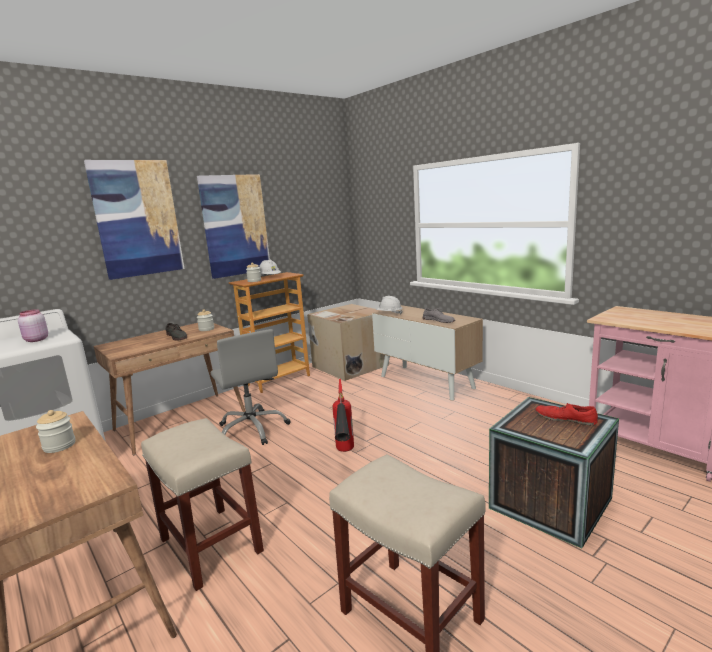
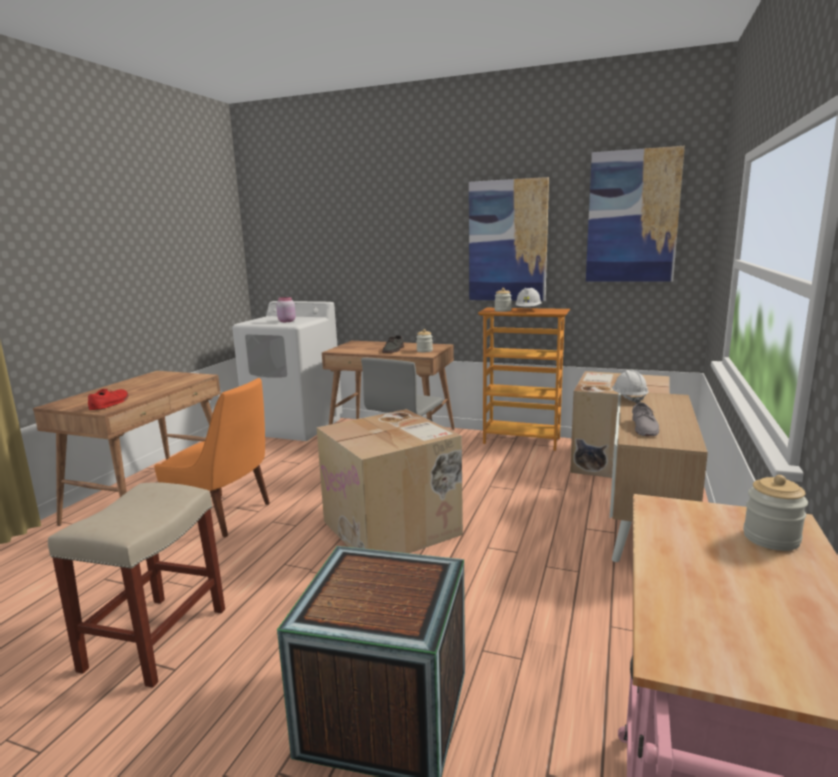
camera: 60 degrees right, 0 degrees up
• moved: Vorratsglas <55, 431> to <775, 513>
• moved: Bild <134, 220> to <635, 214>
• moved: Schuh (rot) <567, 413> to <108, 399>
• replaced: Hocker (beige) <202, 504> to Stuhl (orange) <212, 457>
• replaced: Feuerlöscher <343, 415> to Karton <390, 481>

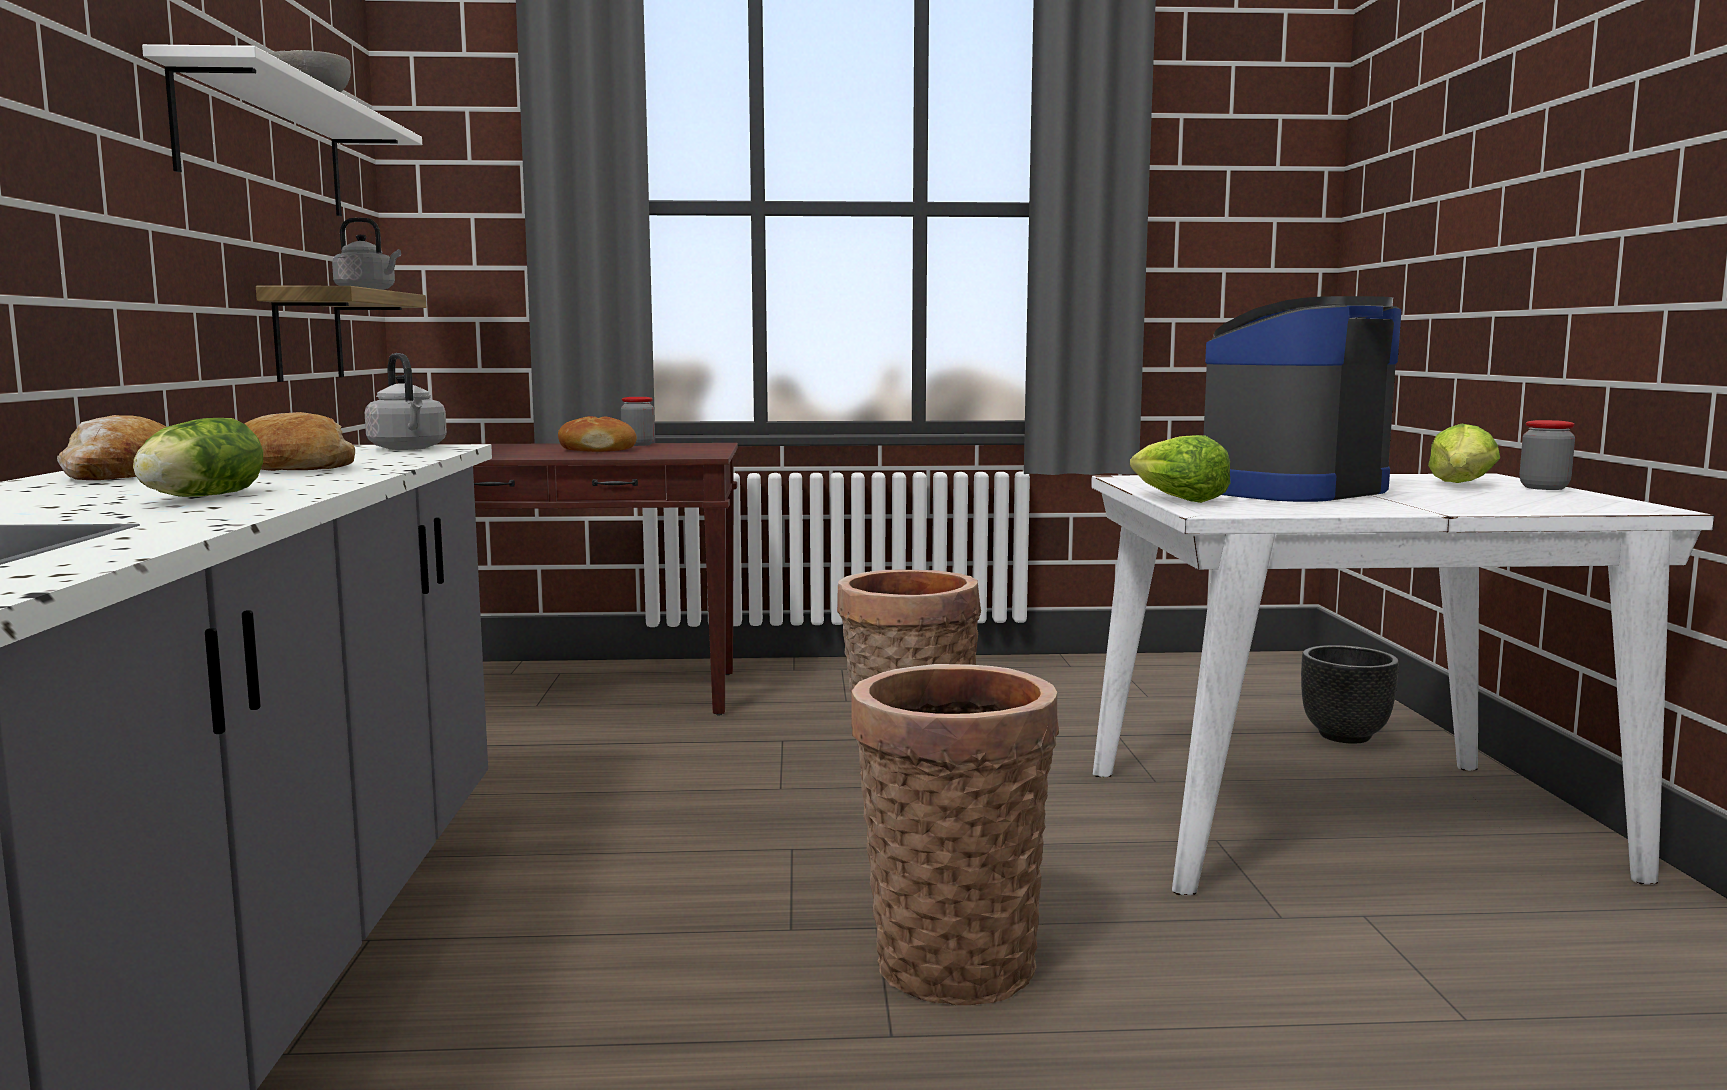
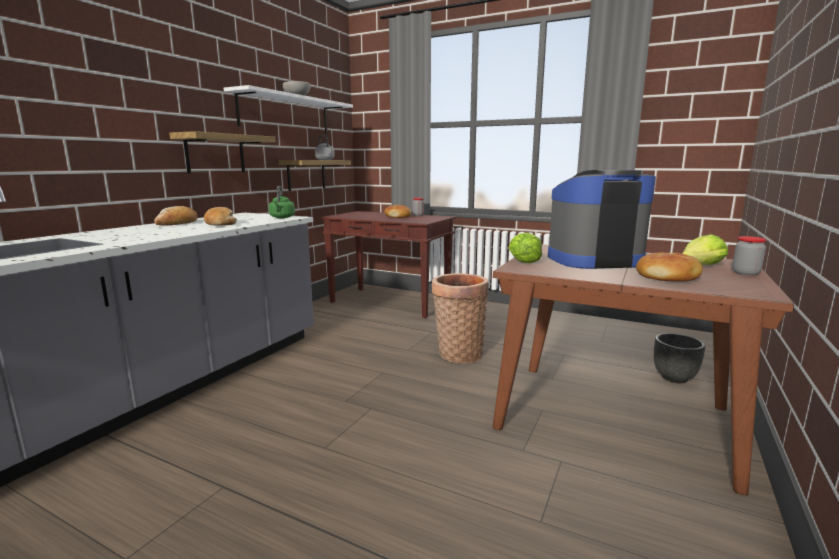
camera: 30 degrees right, 5 degrees up
• removed: Salatkopf <198, 457>
• removed: Korb <955, 834>
• added: Wandregal <222, 152>
• added: Brot <669, 267>
• recoloured: Wasserkessel (grau) <406, 401> to Wasserkessel (grün) <282, 202>
• recoloured: Esstisch (weiß) <1402, 684> to Esstisch (braun) <643, 369>

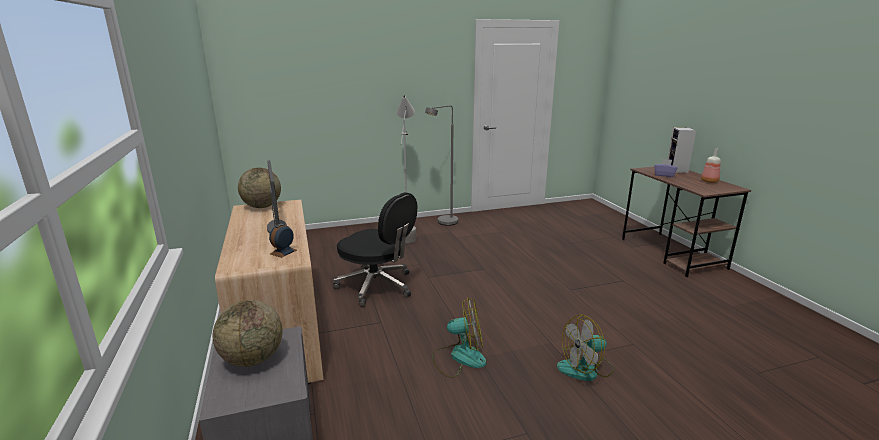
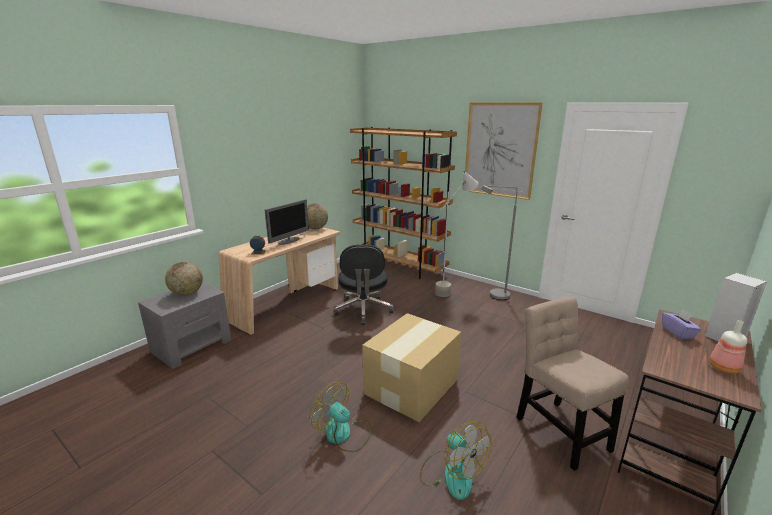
camera: 55 degrees right, 0 degrees up
• added: Bücherregal (braun) <403, 203>
• added: Karton <411, 367>
• added: Bild <504, 151>
• added: Stuhl (beige) <572, 384>
• moved: Ventilator <459, 337> to <455, 460>

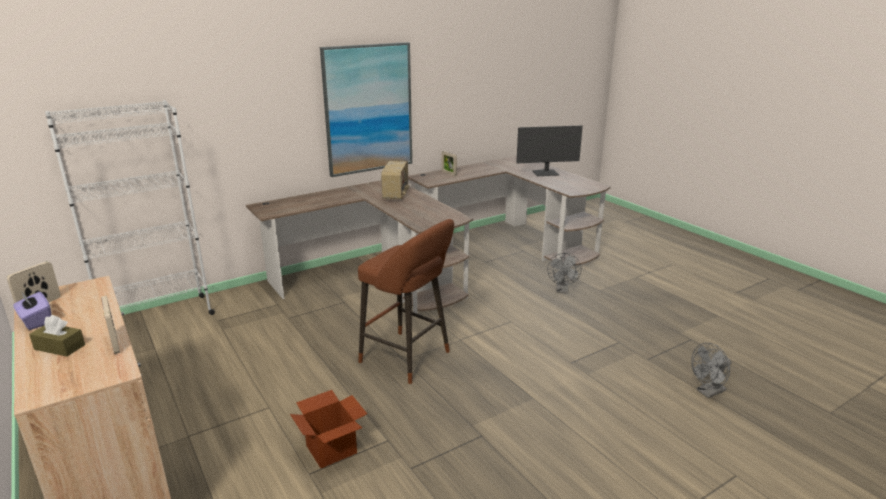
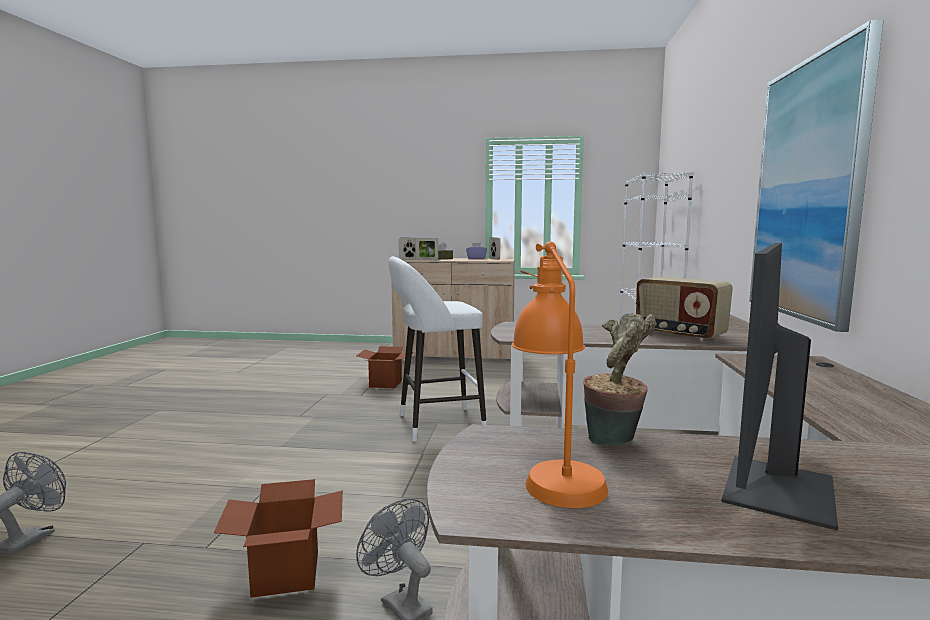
camera: 130 degrees right, 15 degrees down
• added: Karton <278, 538>
• added: Tischlampe (orange) <560, 375>
• added: Topfpflanze <619, 379>
• moved: Bilderrahmen <449, 163> to <407, 249>
• recoloured: Hocker (braun) <406, 301> to Hocker (weiß) <438, 349>

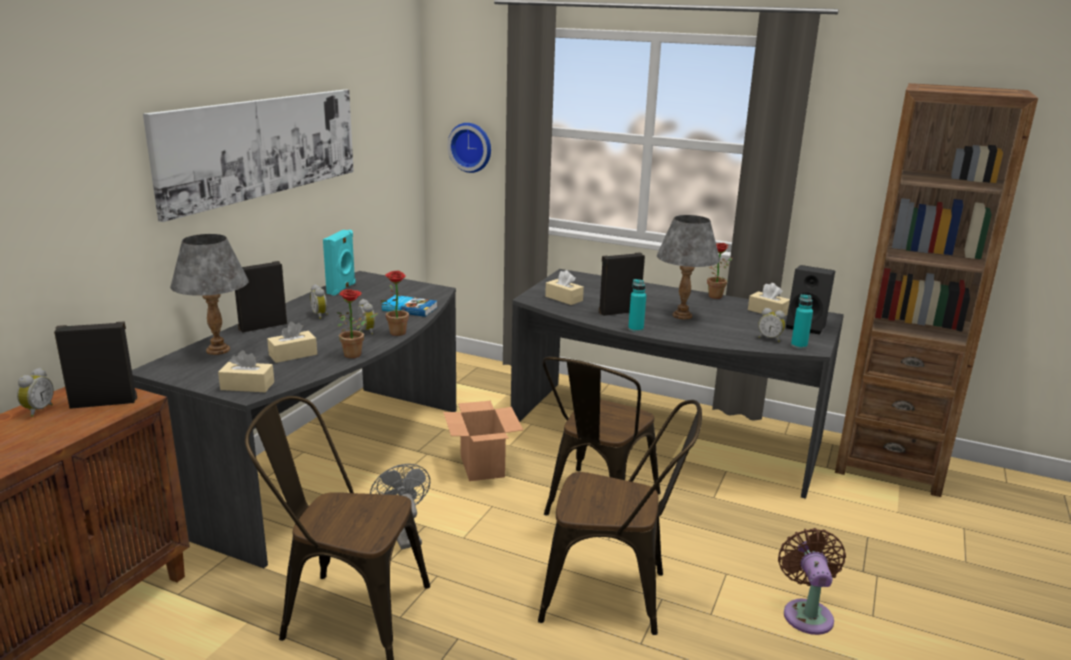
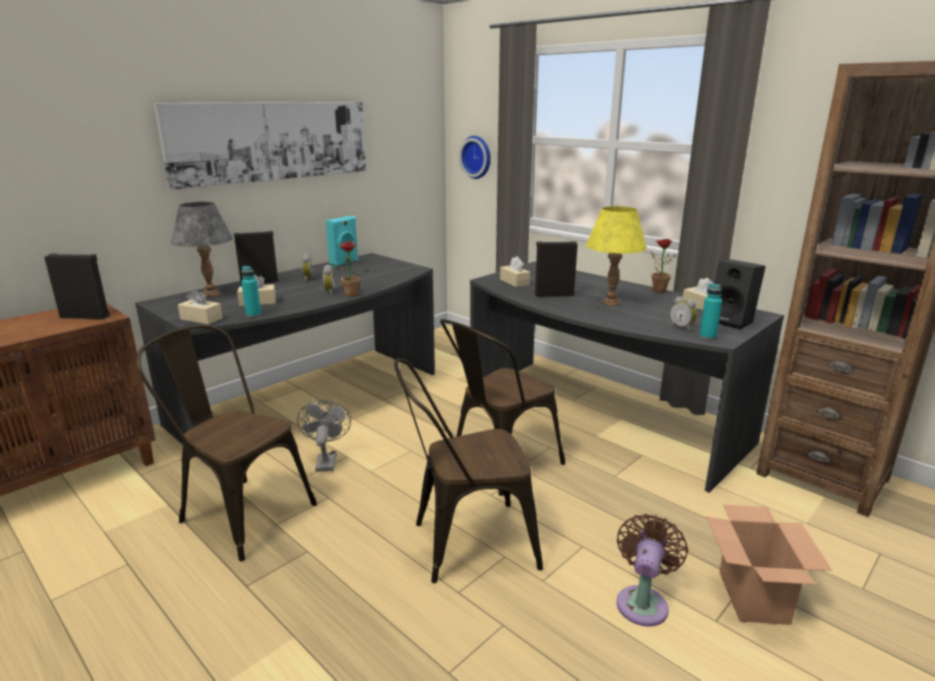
camera: 20 degrees right, 0 degrees up
• removed: Wecker <35, 392>
• removed: Topfpflanze <358, 323>
• removed: Buch <409, 306>
• moved: Karton <483, 441> to <769, 565>
• moved: Flasche (türkis) <637, 305> to <251, 291>
• recoloured: Tischlampe (grau) <688, 267> to Tischlampe (gelb) <616, 256>
• turned: Stuhl (braun) <620, 517> = <468, 470> 135 degrees clockwise

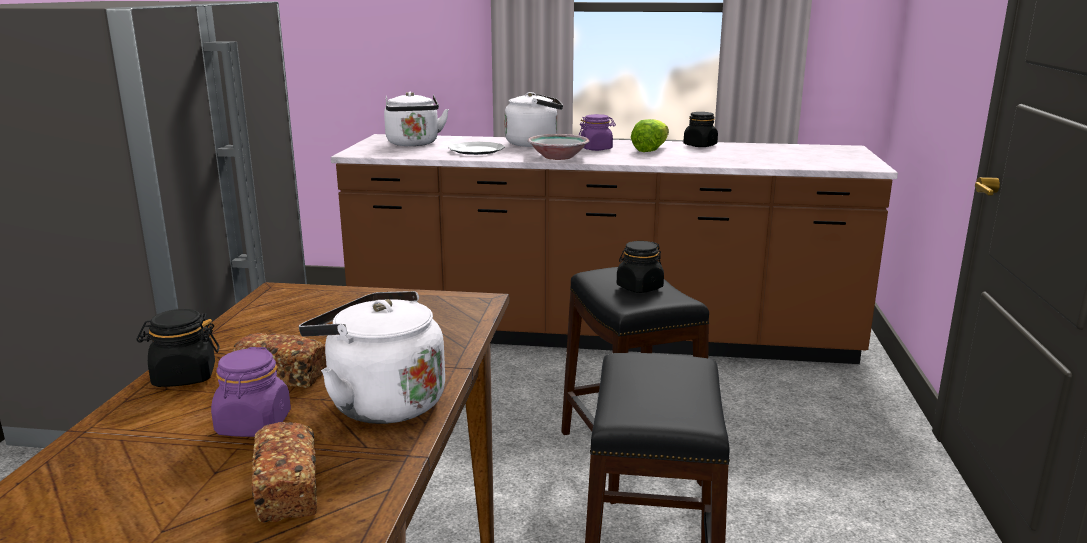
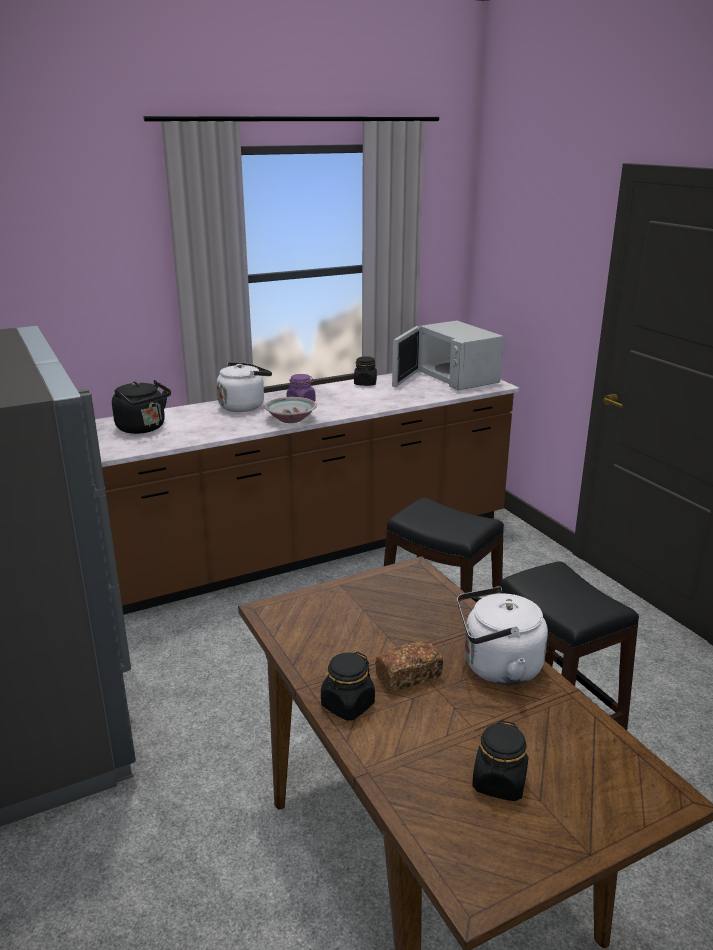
camera: 35 degrees left, 5 degrees up
• removed: Vorratsglas (lila) <251, 392>
• removed: Brot <284, 472>
• removed: Teller <476, 148>
• removed: Salatkopf <650, 135>
• added: Mikrowelle (weiß) <448, 355>
• moved: Vorratsglas (schwarz) <640, 267> to <500, 760>
• recoloured: Wasserkessel (weiß) <416, 119> to Wasserkessel (schwarz) <141, 407>

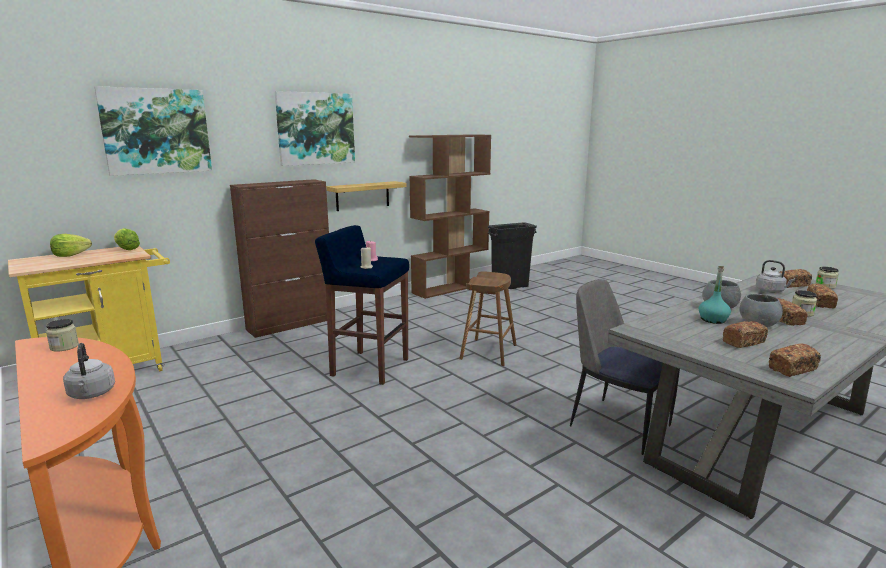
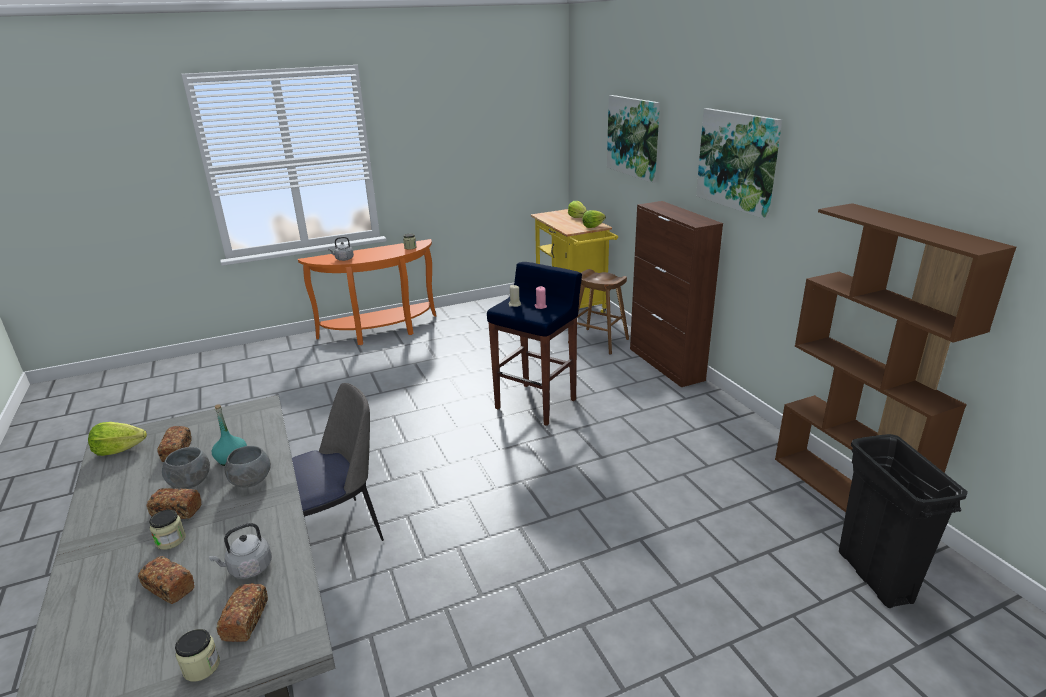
camera: 105 degrees right, 10 degrees up
• removed: Wandregal <367, 196>
• moved: Hocker (braun) <488, 318> to <598, 312>
• replaced: Brot <795, 360> to Salatkopf <117, 439>

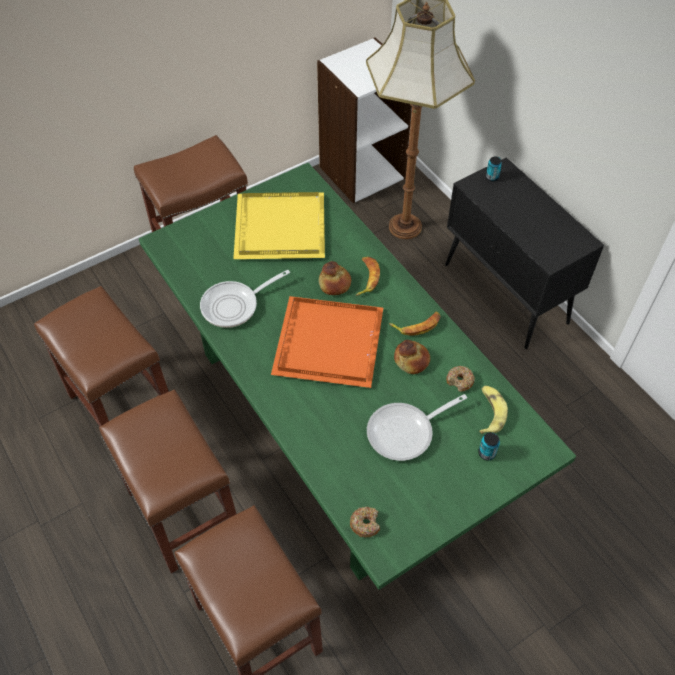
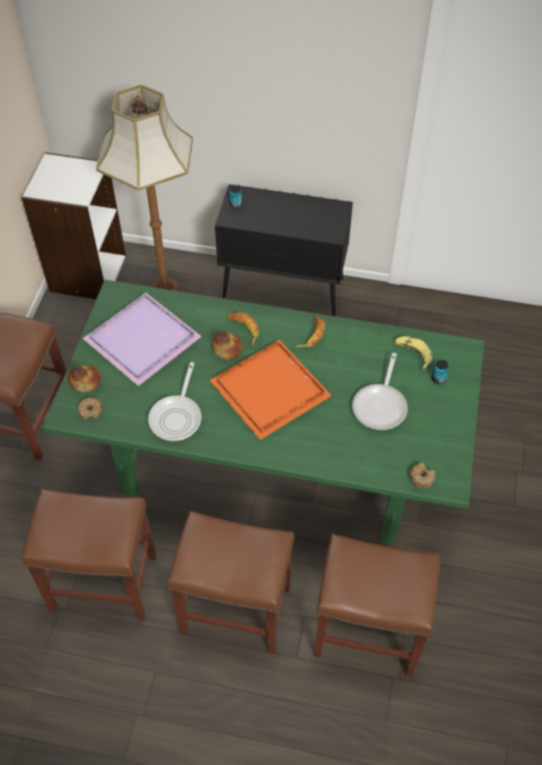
camera: 45 degrees left, 0 degrees up
• moved: Brot <412, 357> to <84, 378>
• moved: Donut <460, 379> to <90, 408>
• recoloured: Tablett (gelb) <279, 225> to Tablett (lila) <142, 339>

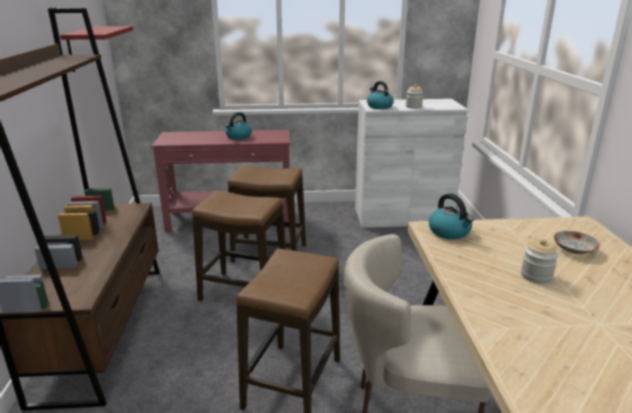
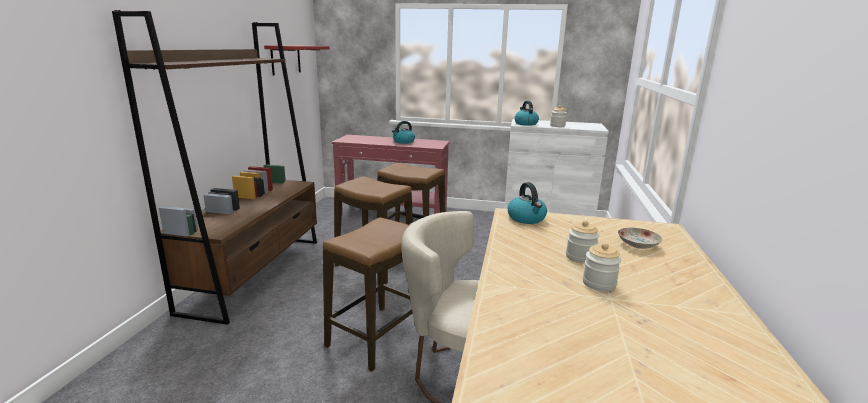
camera: 15 degrees right, 5 degrees down
• added: Vorratsglas <602, 267>

